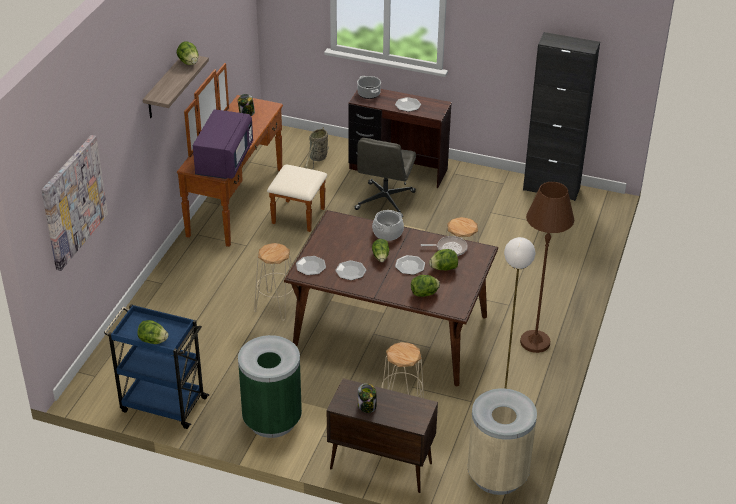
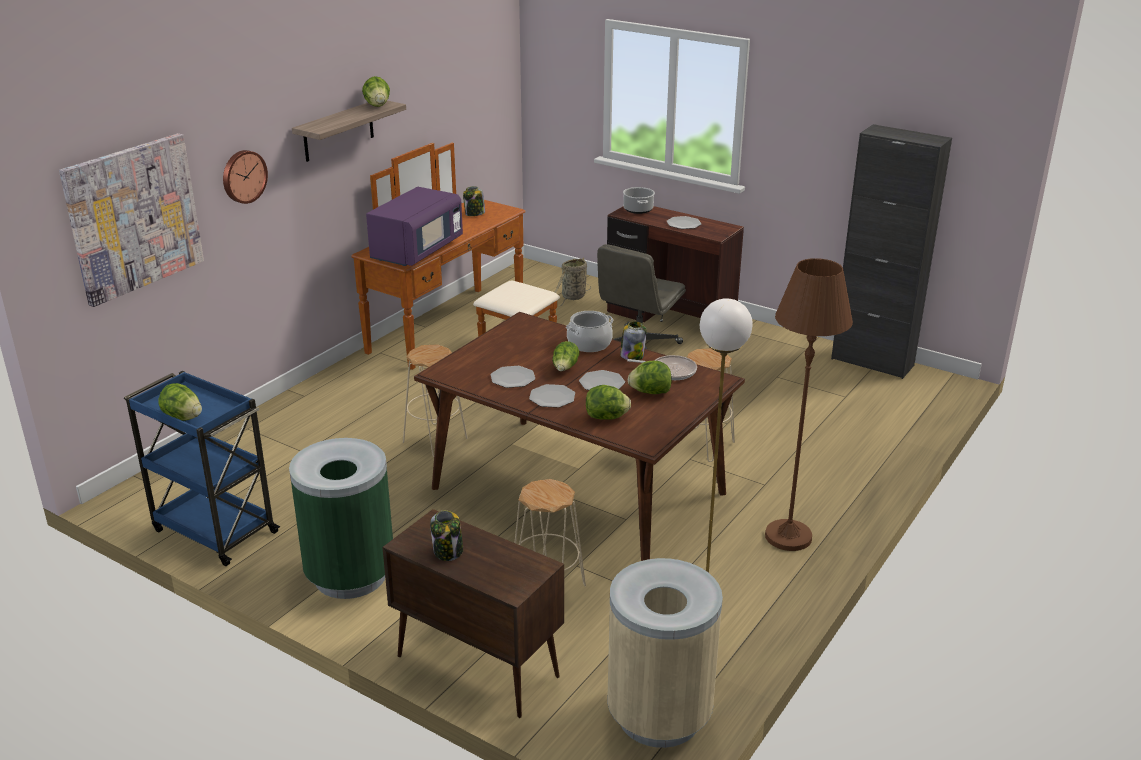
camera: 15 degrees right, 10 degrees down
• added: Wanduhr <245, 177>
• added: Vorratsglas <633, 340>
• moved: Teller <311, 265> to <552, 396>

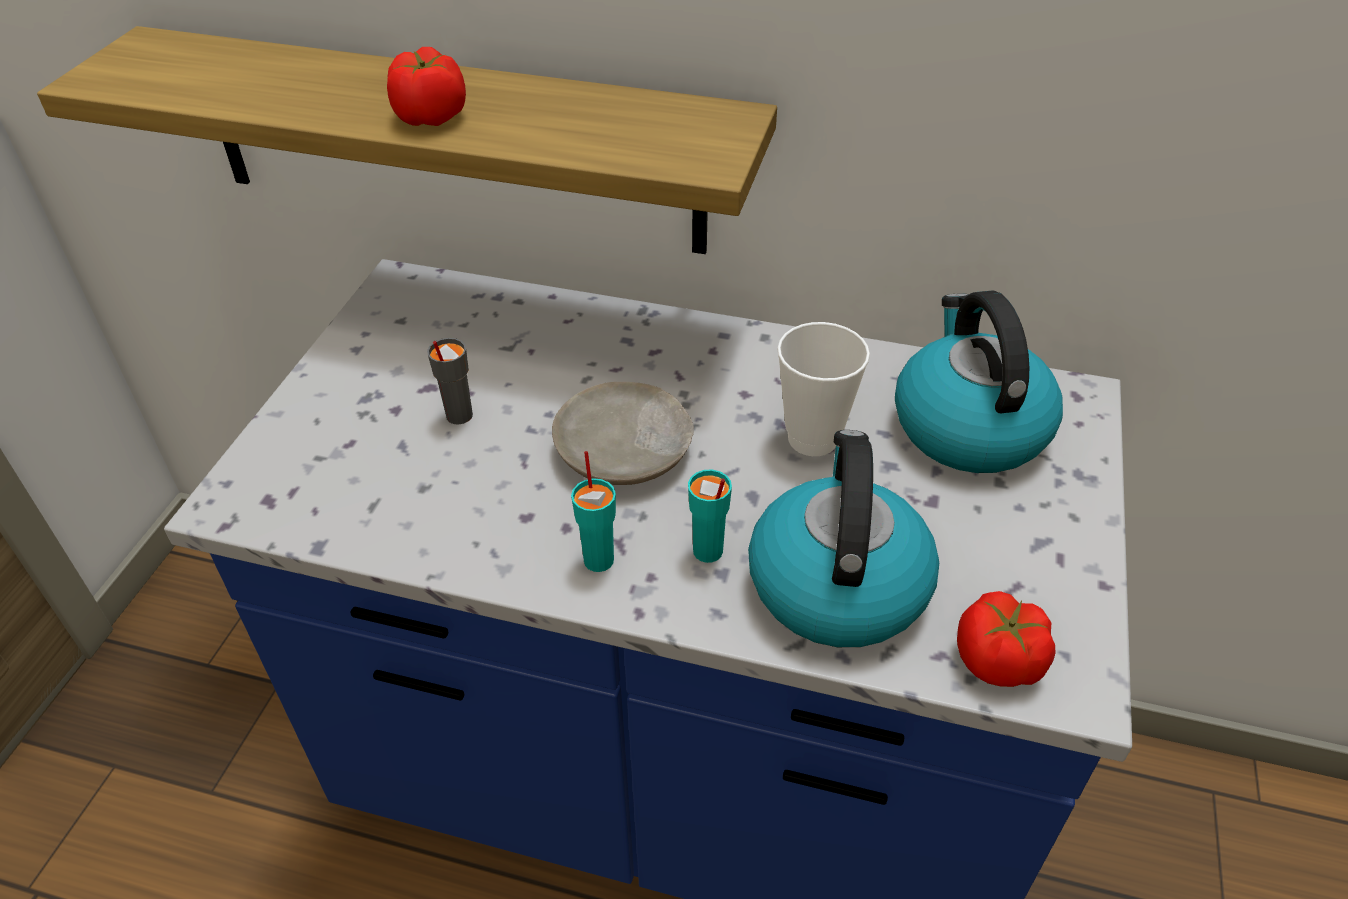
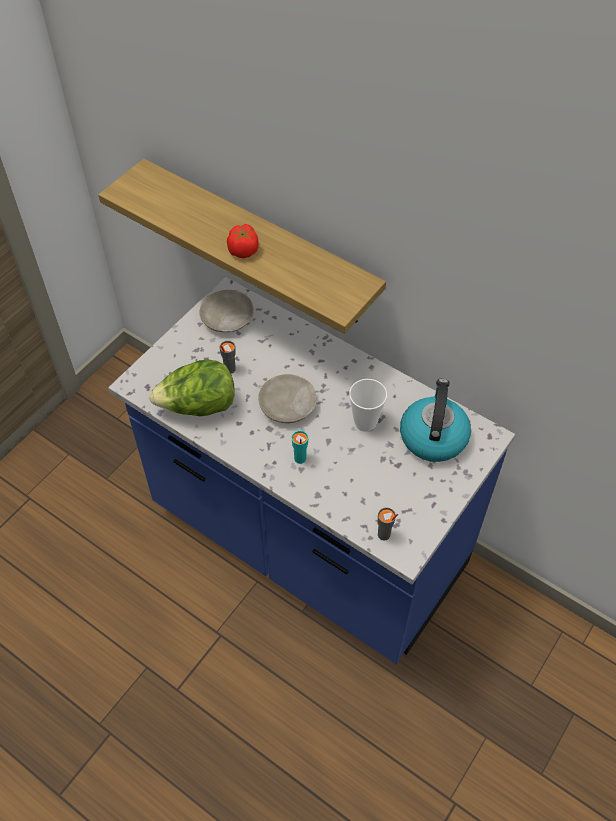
camera: 20 degrees right, 10 degrees up
• removed: Tasse (türkis) <593, 511>
• removed: Wasserkessel <843, 538>
• added: Salatkopf <192, 388>
• added: Teller (beige) <226, 311>
• replaced: Tomate <1006, 639> to Tasse (grau) <388, 524>

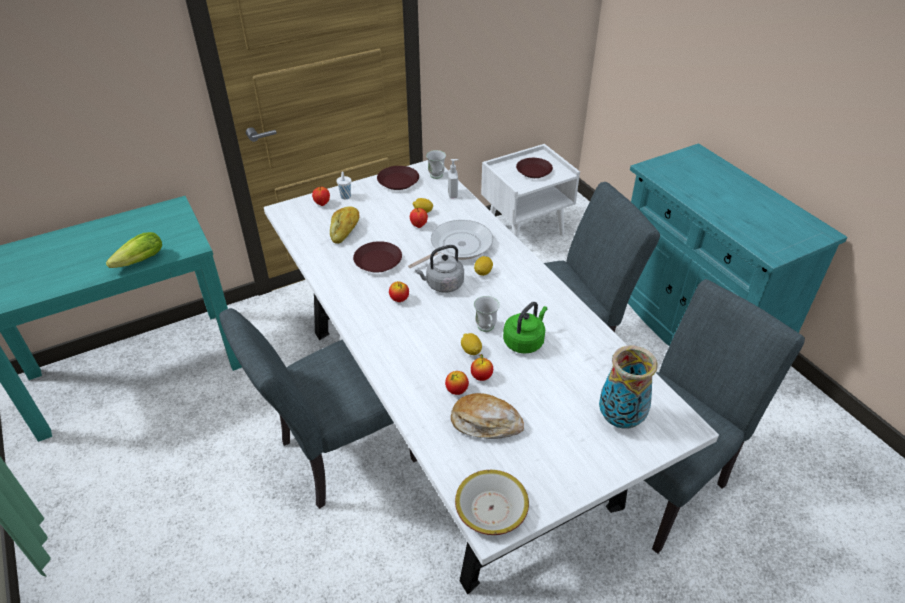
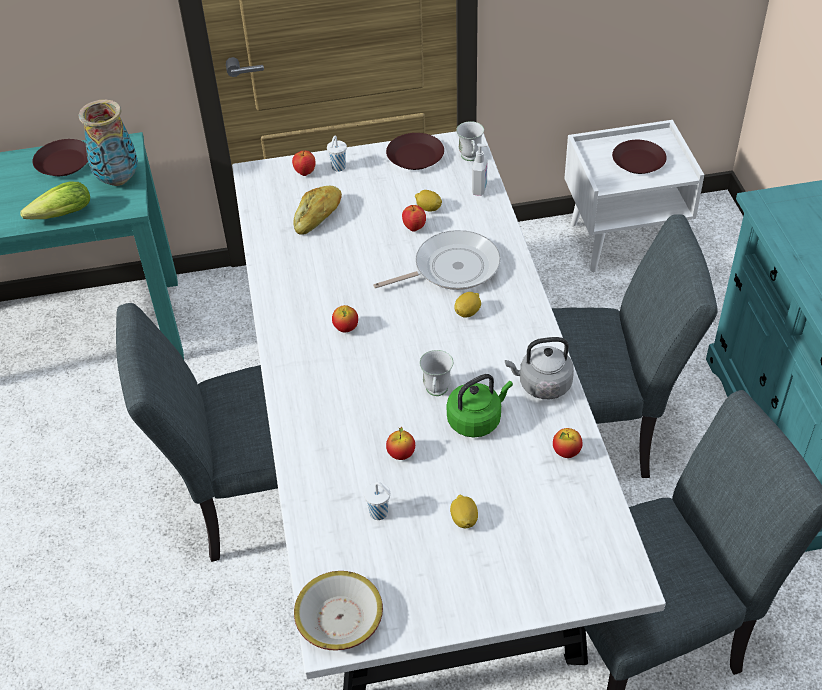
camera: 20 degrees right, 5 degrees up
• moved: Teller (braun) <377, 257> to <60, 157>
• moved: Wasserkessel (grau) <439, 269> to <539, 368>
• moved: Apfel <457, 383> to <567, 443>
• moved: Zitrone <471, 344> to <464, 511>
• moved: Vase <628, 387> to <108, 143>
• replaced: Brot <487, 416> to Tasse (weiß) <377, 501>

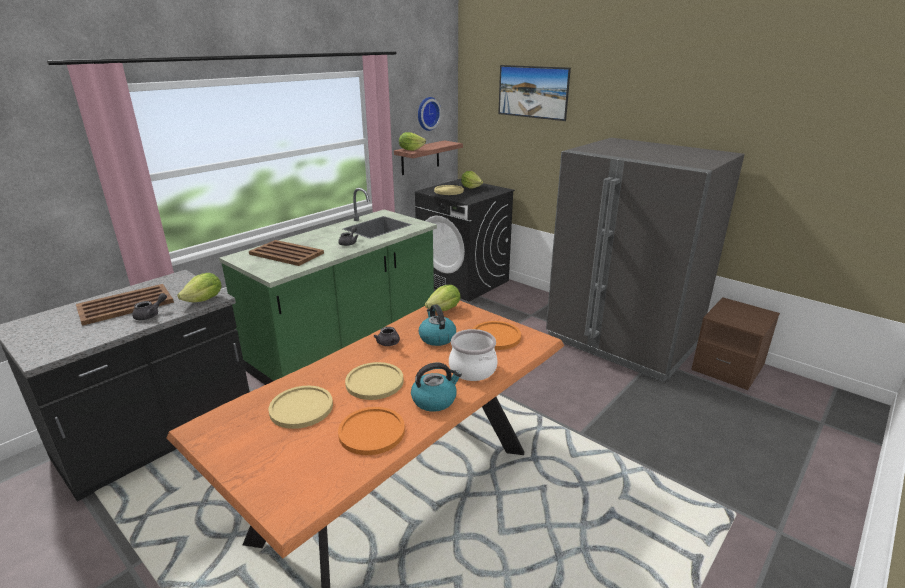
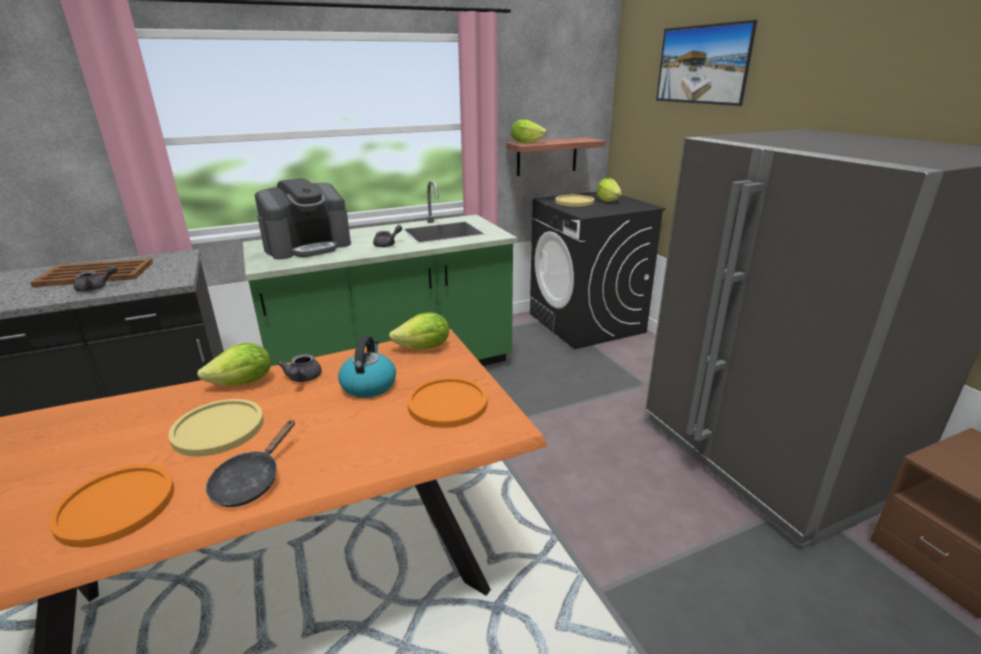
camera: 25 degrees right, 0 degrees up
• removed: Teller (gelb) <301, 407>
• removed: Wanduhr <430, 114>
• removed: Kochtopf <473, 355>
• moved: Salatkopf <199, 287> to <234, 364>
• replaced: Tablett (braun) <286, 253> to Kaffeemaschine <303, 219>
• replaced: Wasserkessel <436, 387> to Pfanne (schwarz) <250, 463>

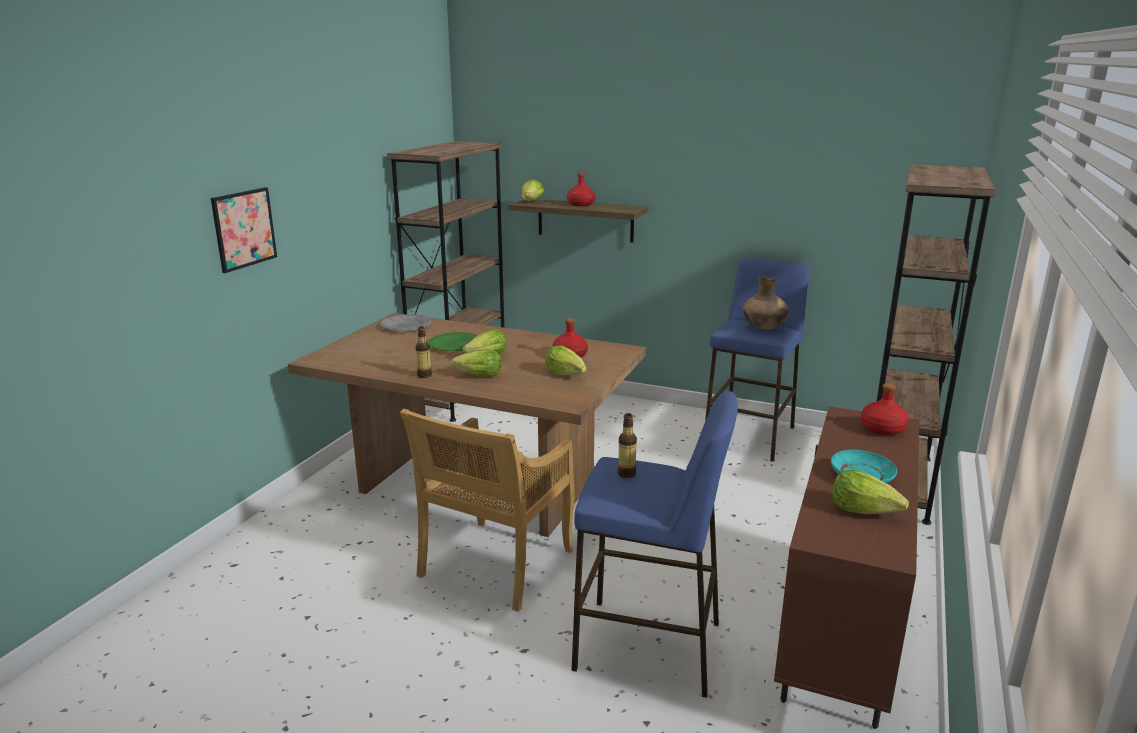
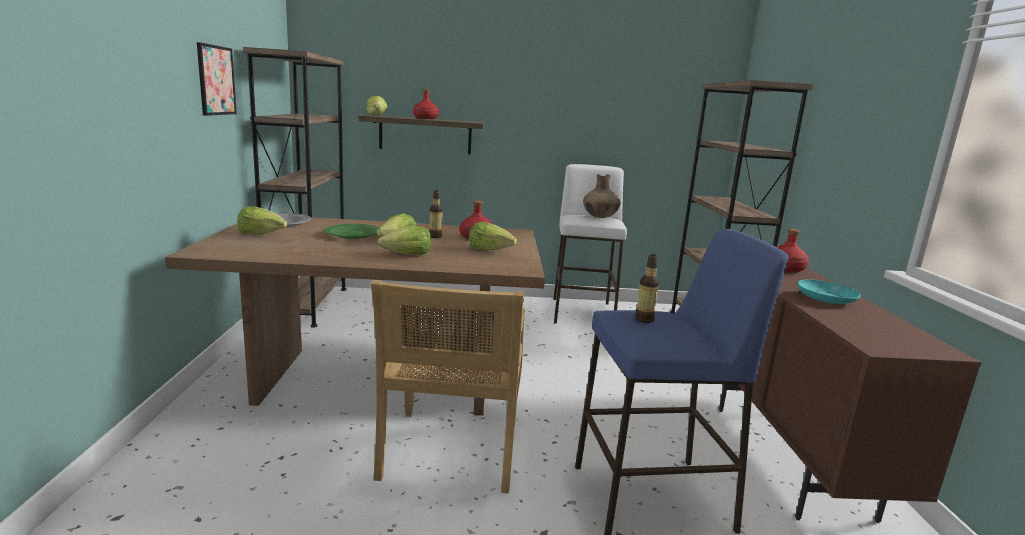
camera: 25 degrees left, 5 degrees down
• moved: Bild <244, 230> to <217, 79>
• moved: Flasche <424, 352> to <436, 214>
• moved: Salatkopf <870, 491> to <262, 220>
• recoloured: Hocker (blau) <757, 360> to Hocker (weiß) <590, 244>

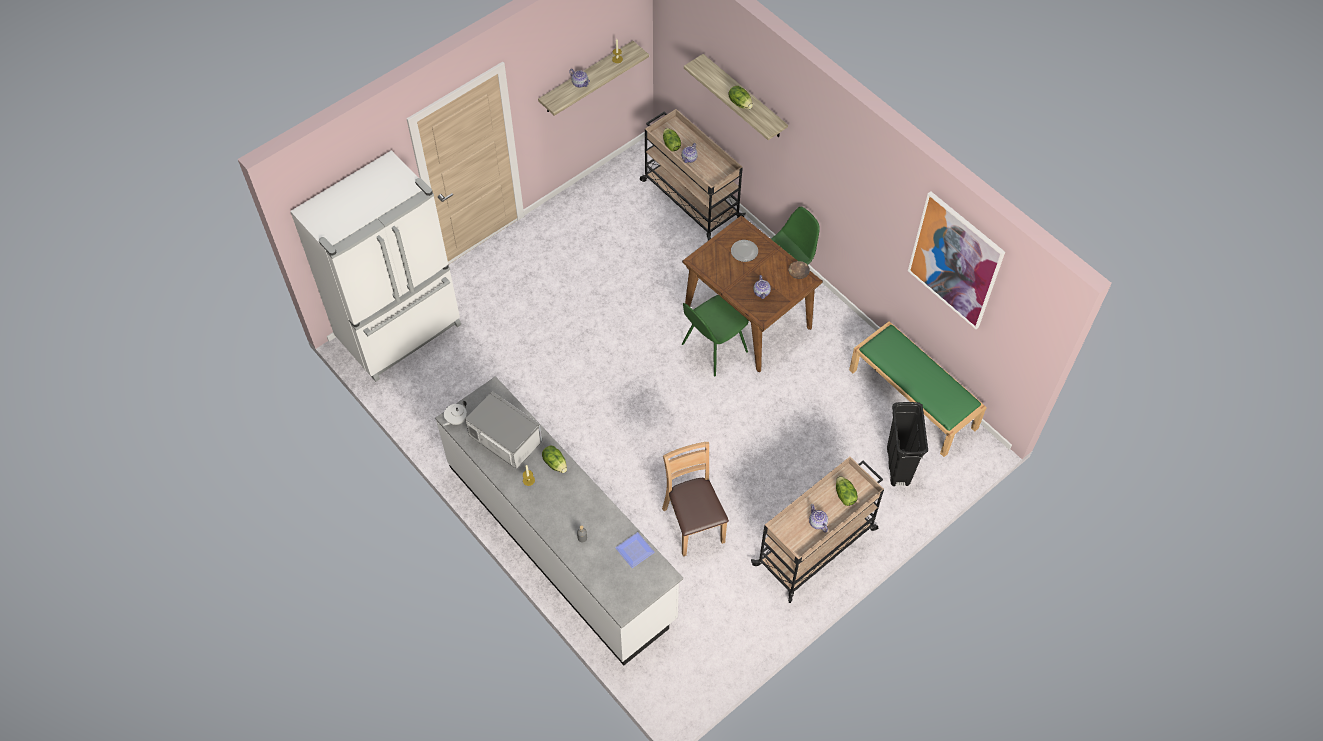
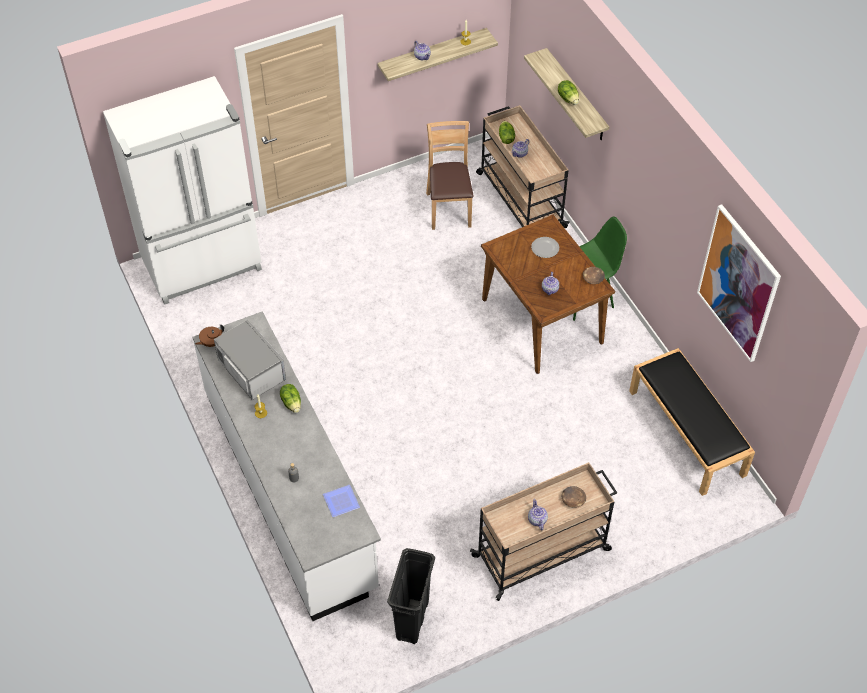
camera: 15 degrees right, 5 degrees down
• removed: Stuhl (grün) <715, 335>
• moved: Stuhl (braun) <695, 499> to <450, 175>
• moved: Mülleimer (schwarz) <907, 444> to <411, 596>
• replaced: Salatkopf <847, 491> to Schüssel (braun) <574, 497>
• recoloured: Teekanne (weiß) <455, 413> to Teekanne (braun) <209, 335>
• recoloured: Bank (grün) <918, 389> to Bank (schwarz) <692, 422>

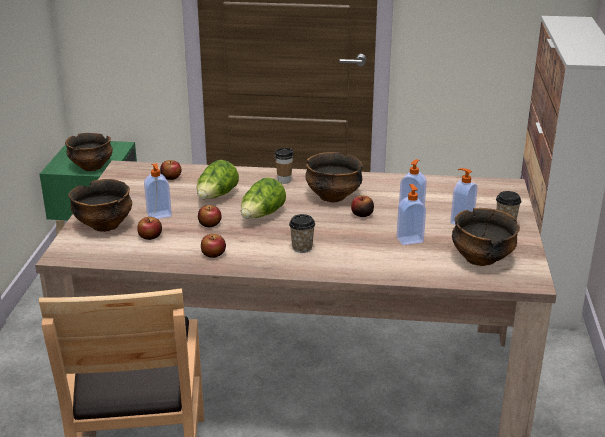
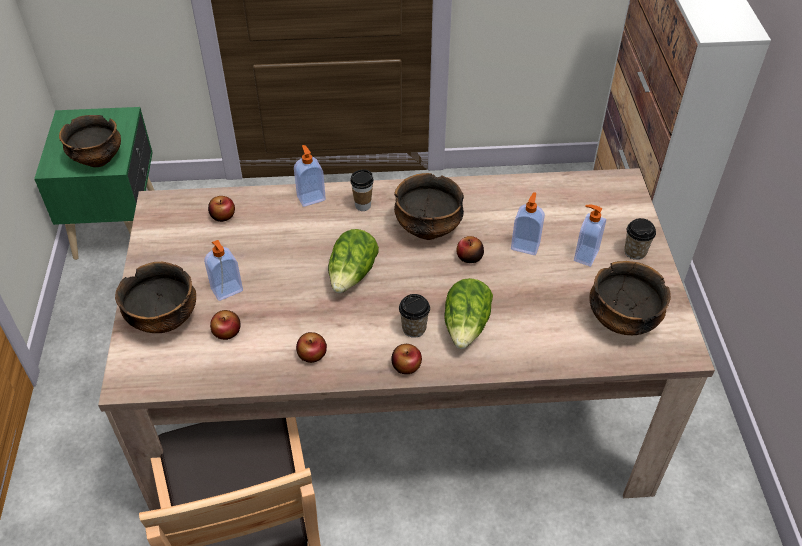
camera: 10 degrees left, 20 degrees up
• moved: Salatkopf <218, 179> to <468, 313>
• moved: Apfel <209, 216> to <406, 359>
• moved: Seifenspender <411, 214> to <310, 176>

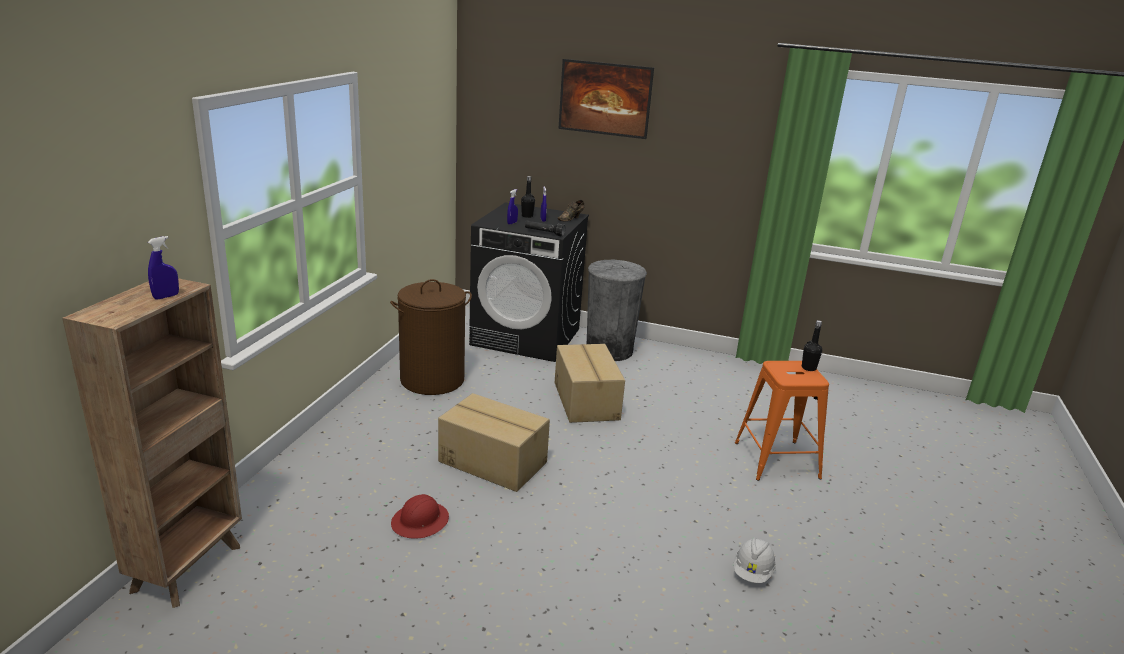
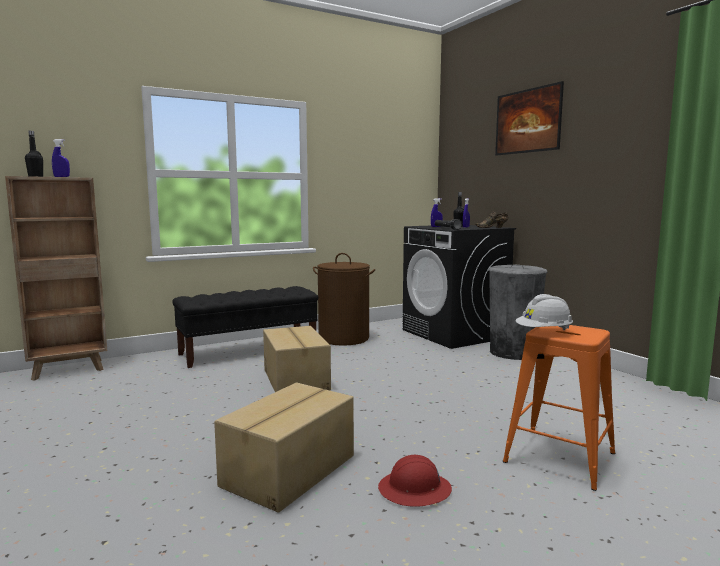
camera: 45 degrees right, 15 degrees down
• added: Bank (schwarz) <245, 327>
• moved: Schutzhelm (rot) <420, 516> to <415, 481>
• moved: Karton <590, 383> to <284, 448>
• moved: Schutzhelm (weiß) <755, 560> to <544, 312>
• moved: Flasche (schwarz) <812, 345> to <34, 154>

